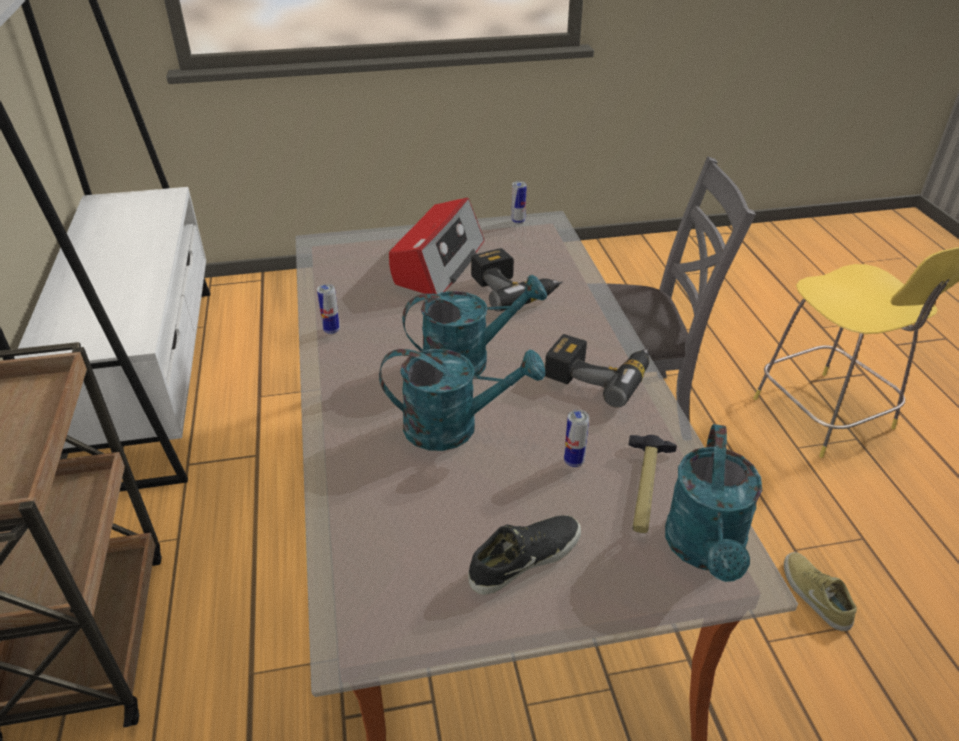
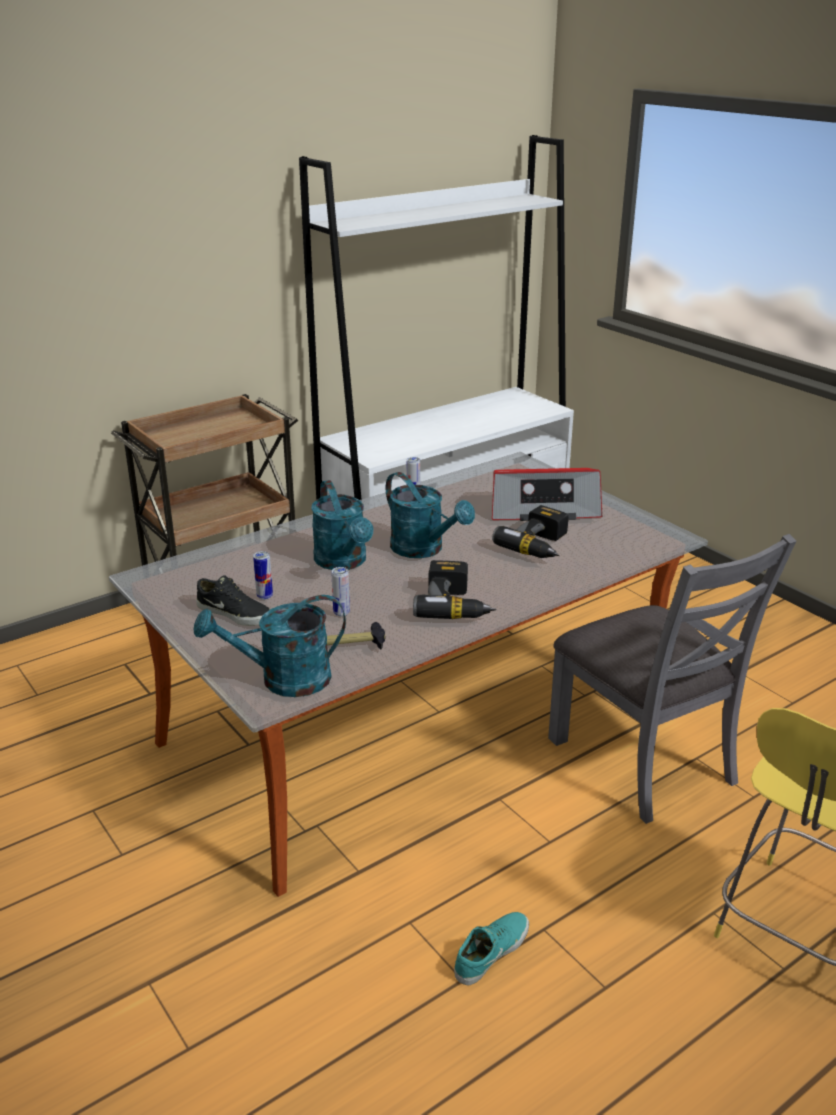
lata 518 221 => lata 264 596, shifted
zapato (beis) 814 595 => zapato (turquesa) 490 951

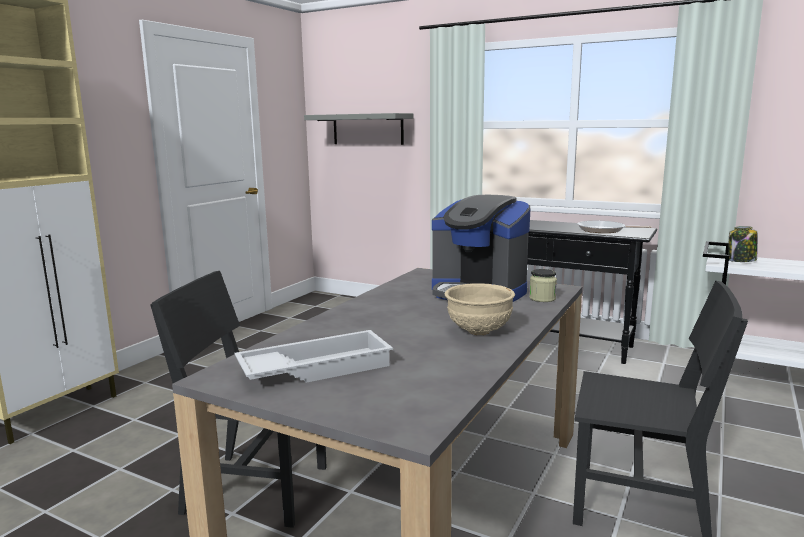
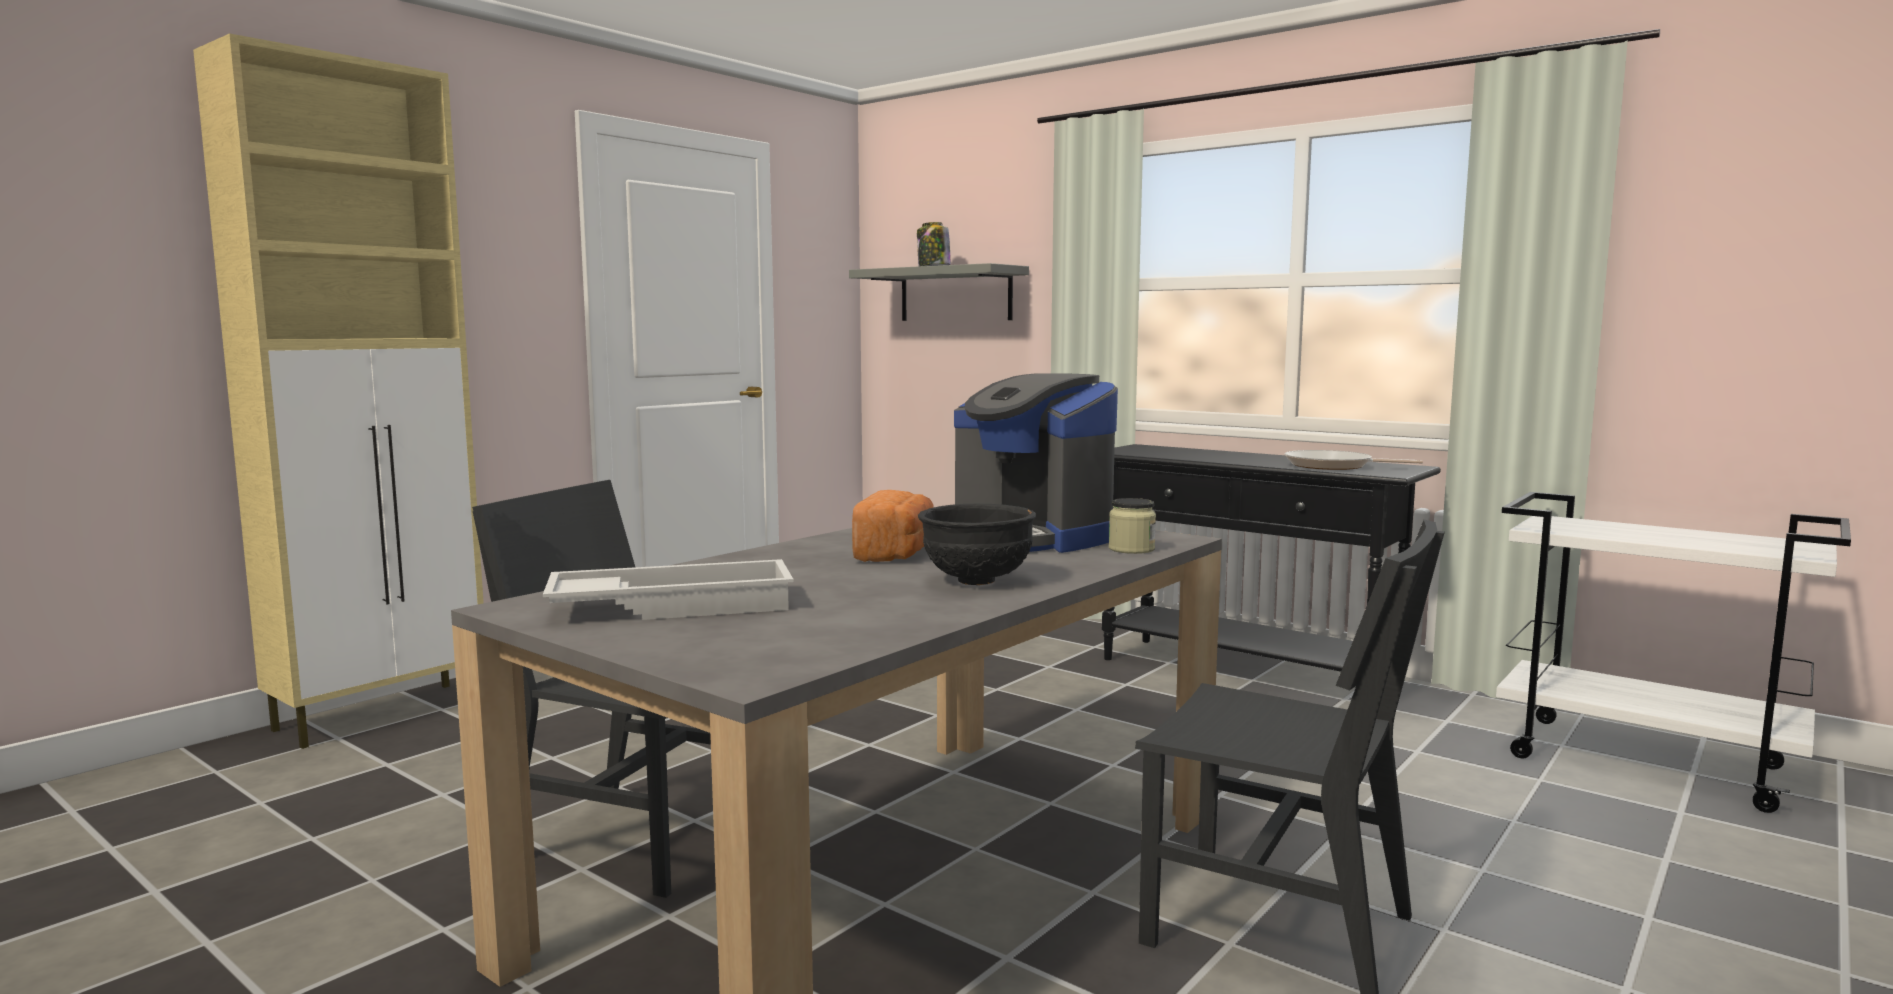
cuenco (beis) 478 331 => cuenco (negro) 975 580
tarro 741 260 => tarro 933 267, shifted
nothing => pan 896 553

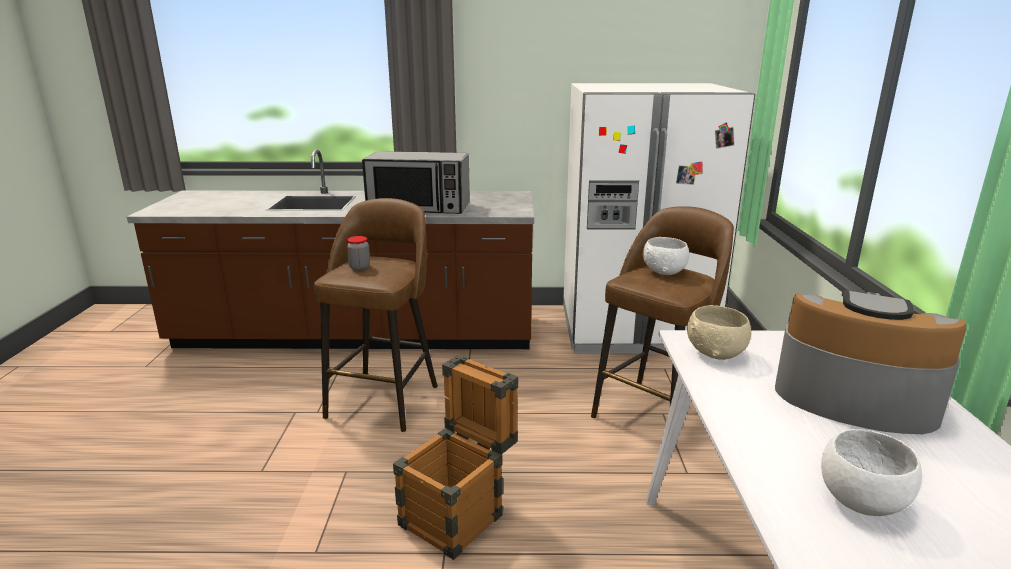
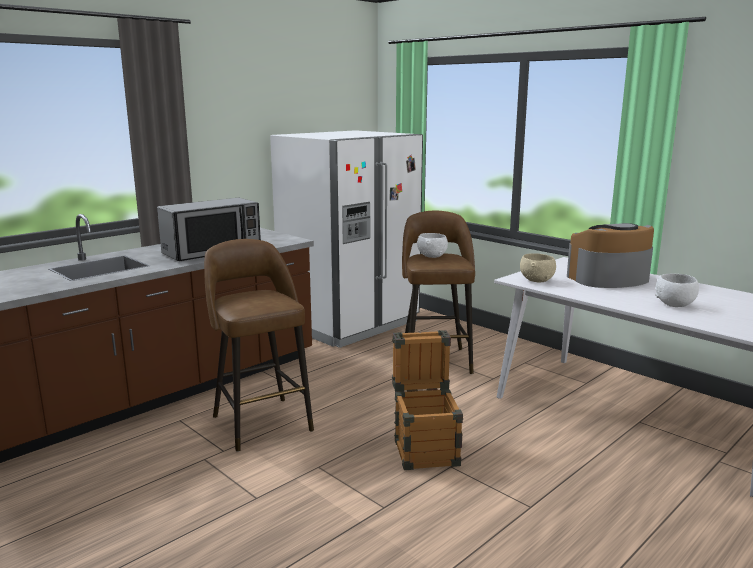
tarro 359 267 => nothing

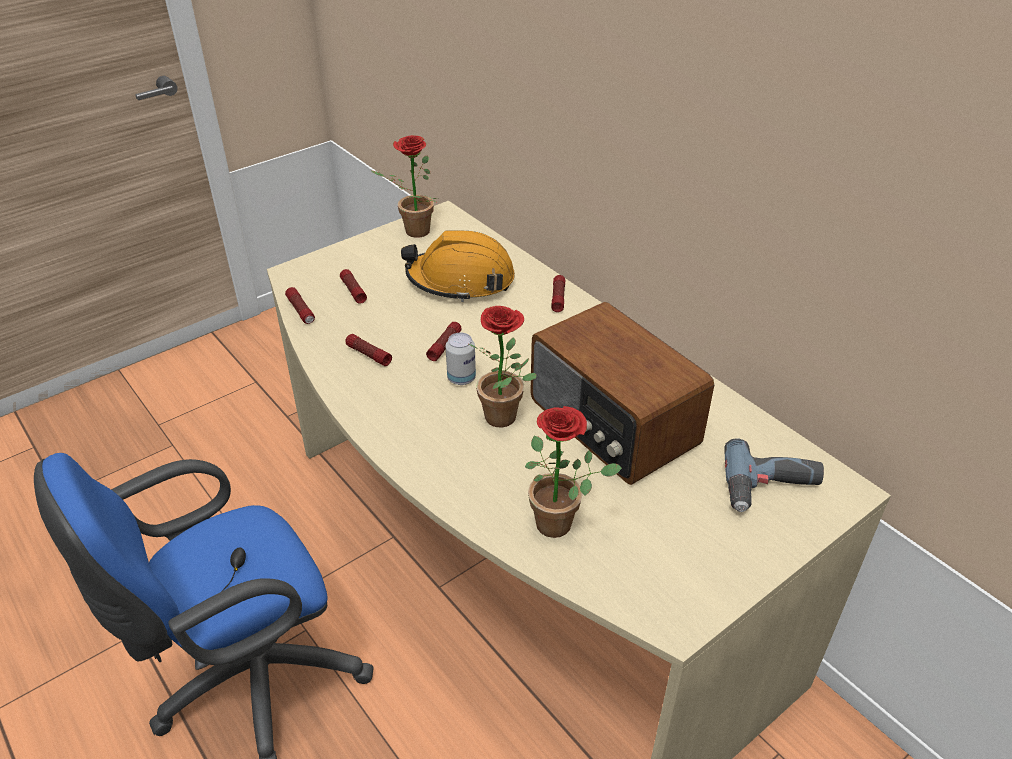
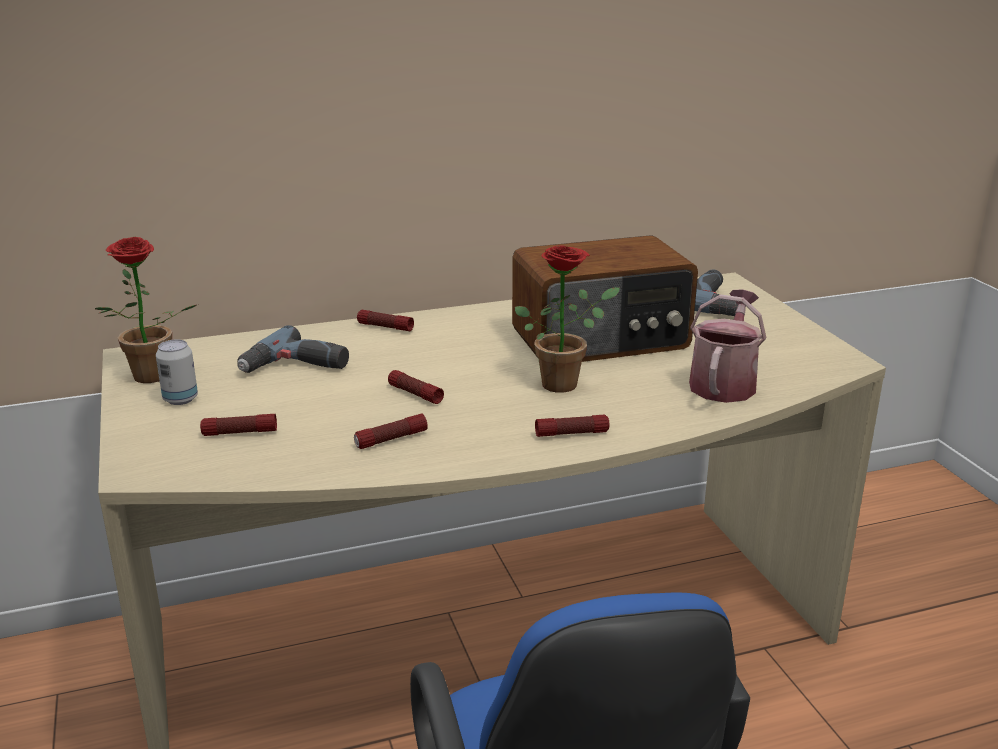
linterna 301 311 => linterna 571 433, shifted
casco (naranja) 461 280 => taladro 295 367
lata 461 378 => lata 180 399, shifted
planta en maceta 562 523 => regadera 724 382

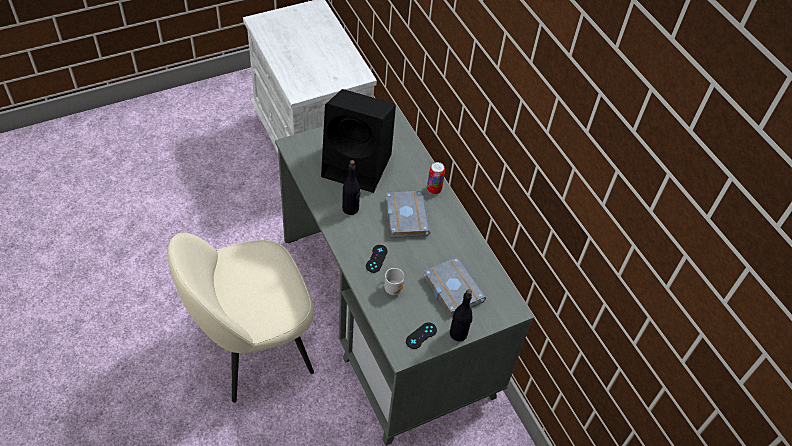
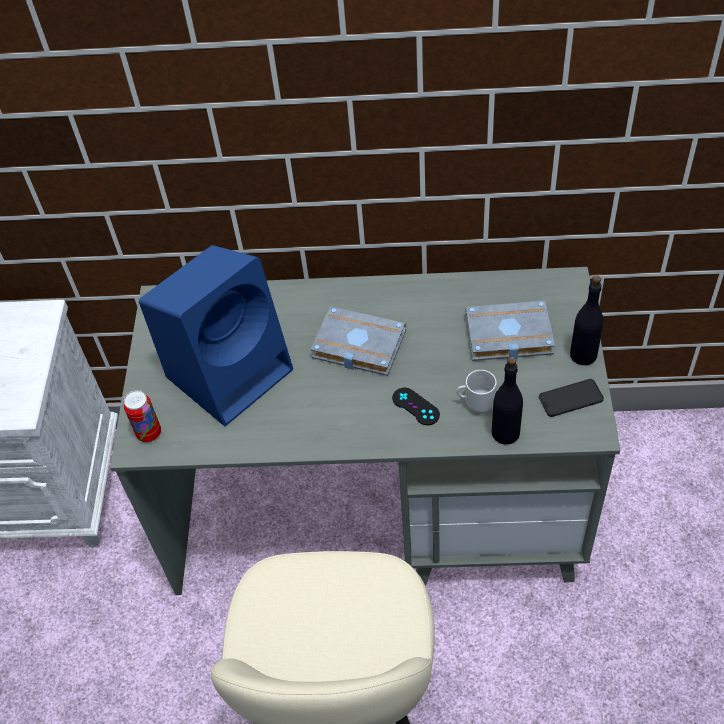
altavoz (negro) 358 165 => altavoz (azul) 231 371
botella (negro) 350 209 => botella (negro) 506 432, shifted
mando de consola (negro) 421 335 => móvil 570 398
lata 434 189 => lata 149 433, shifted

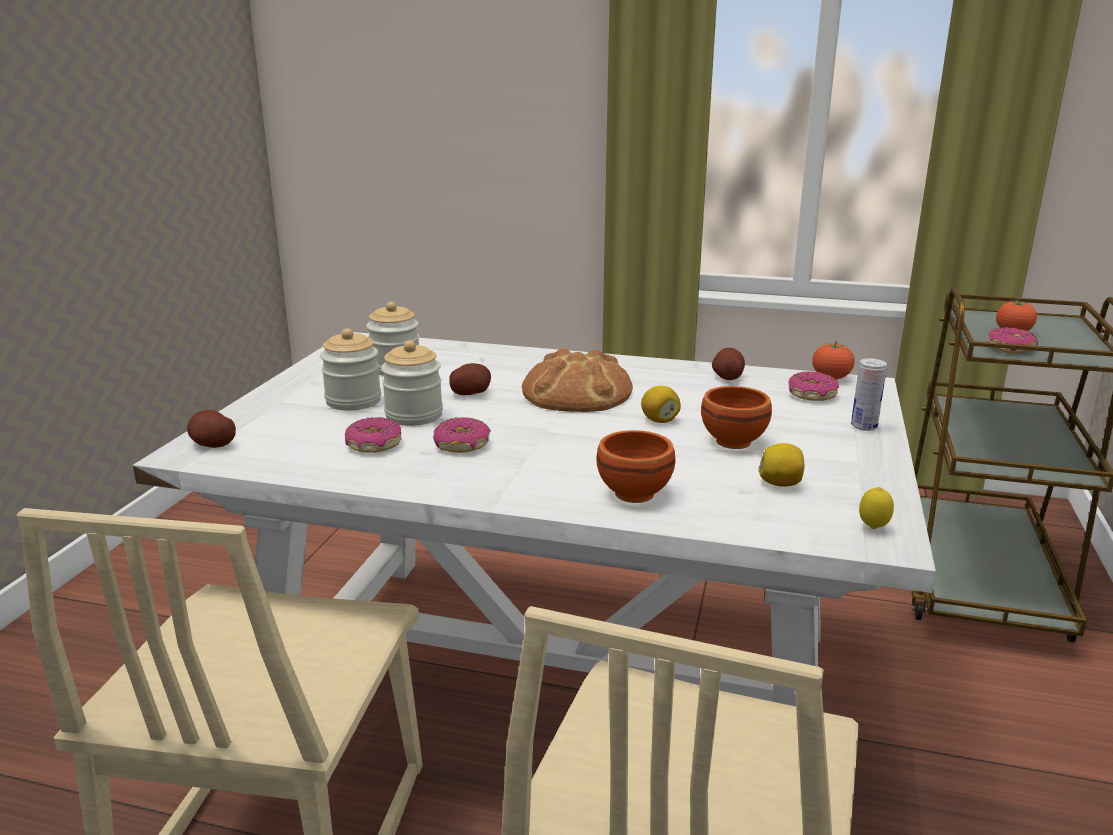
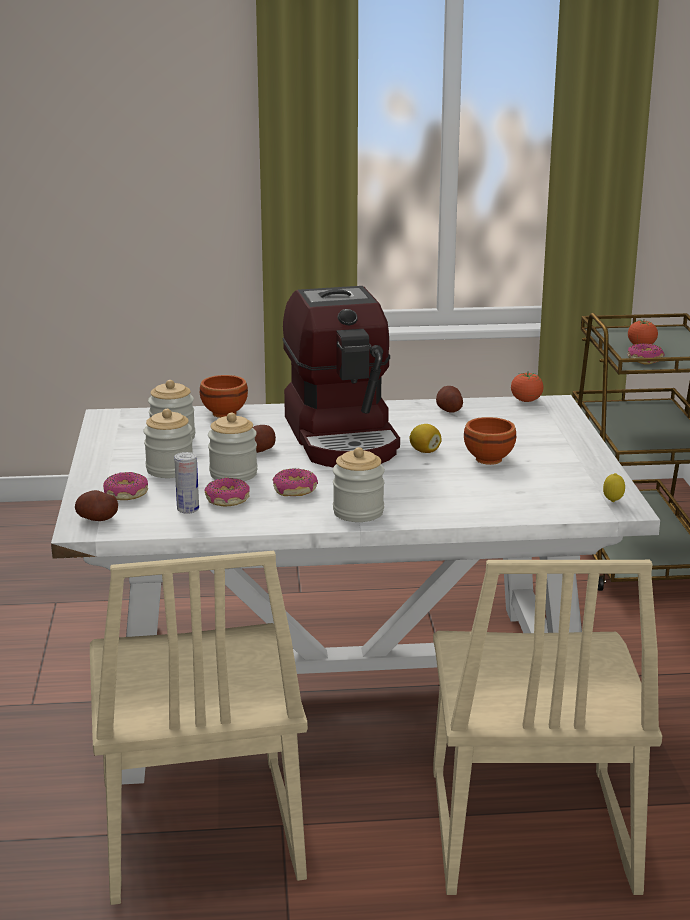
pan 577 391 => cafetera 343 437
cuenco (marrón) 636 493 => cuenco (marrón) 225 413, shifted
limón 781 484 => nothing
rosquilla 811 395 => rosquilla 126 494, shifted
lata 864 426 => lata 188 510, shifted
nothing => tarro 358 512

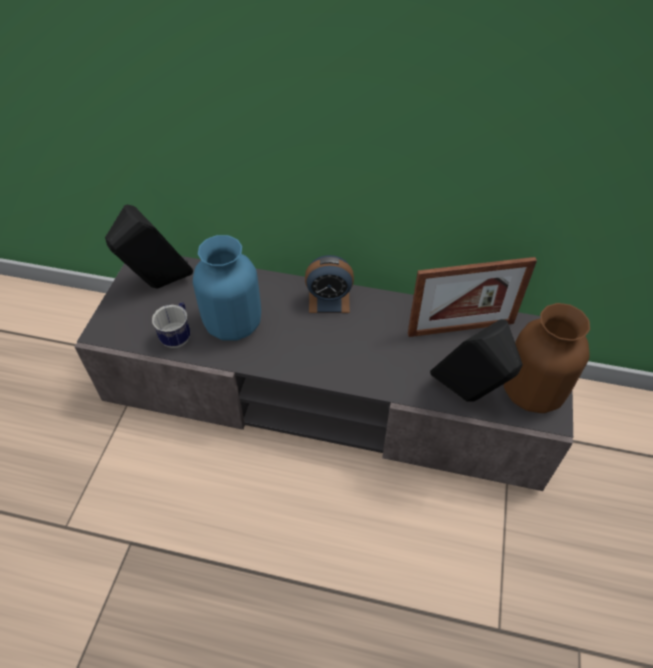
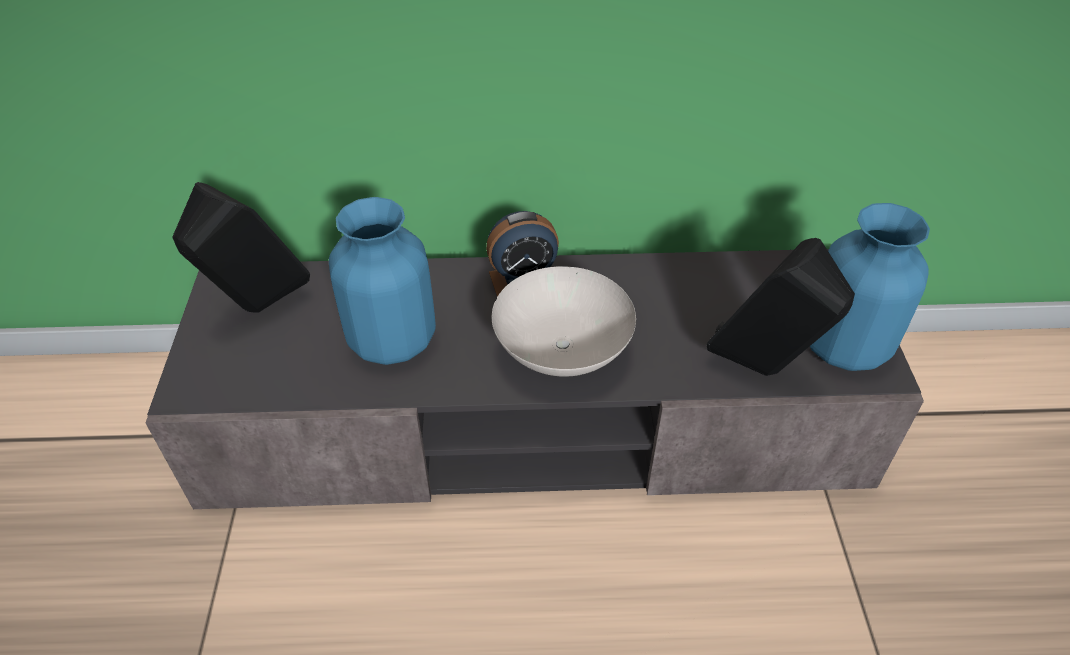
taza grande 178 336 => nothing
portarretratos 461 328 => nothing
florero (marrón) 532 391 => florero (azul) 845 346
nothing => cuenco (blanco) 564 350

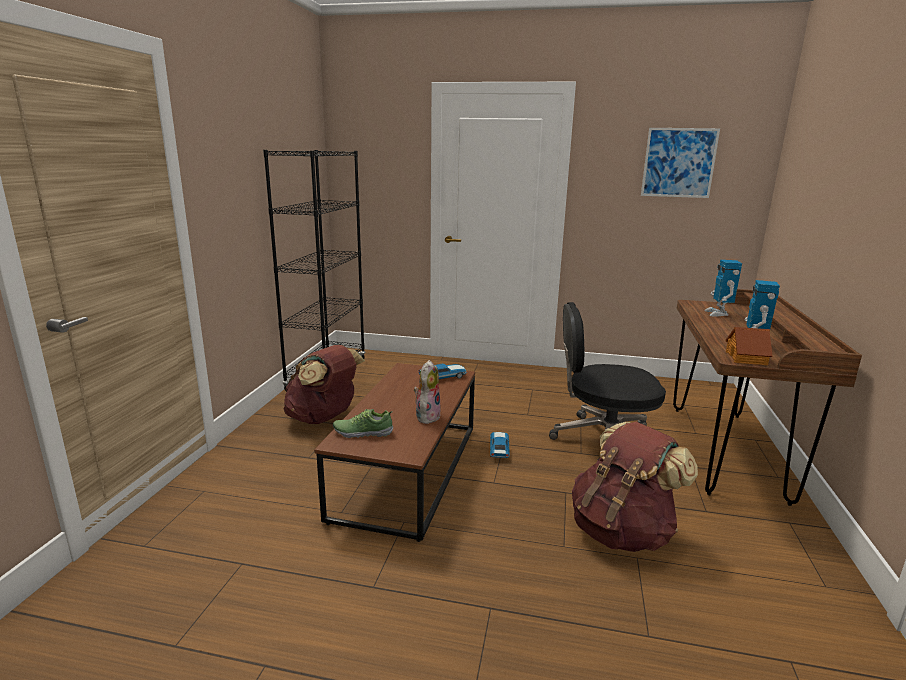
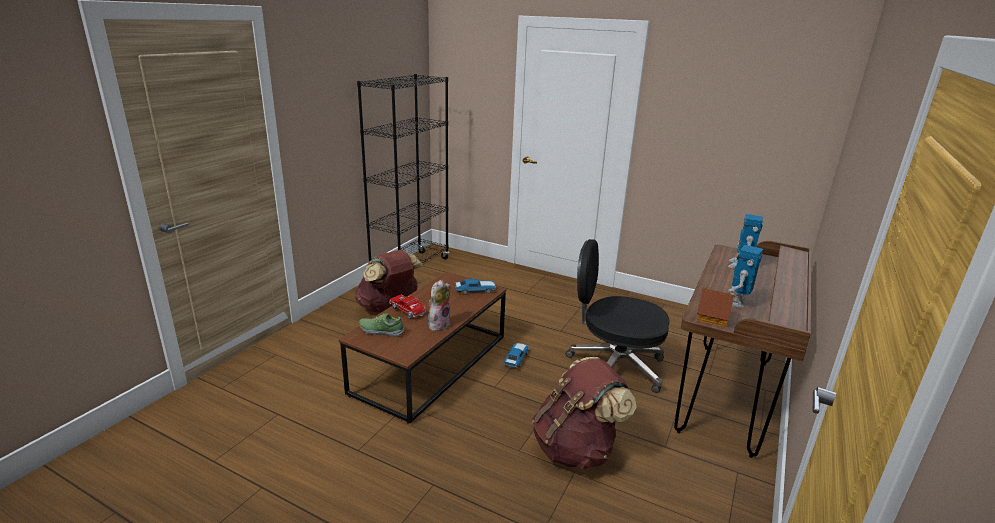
cuadro 679 163 => nothing
nothing => camión de juguete 409 312

